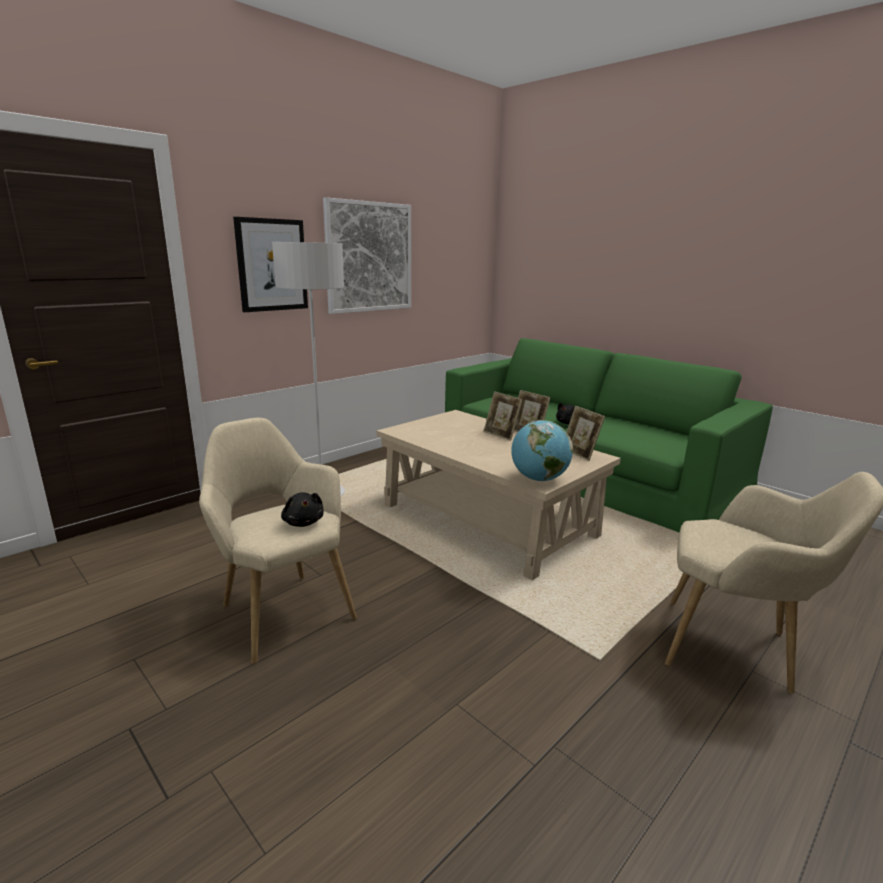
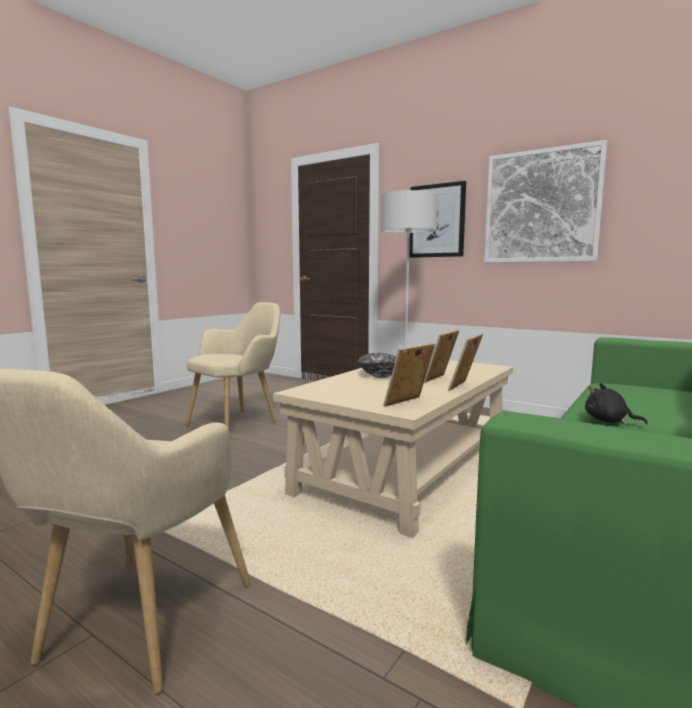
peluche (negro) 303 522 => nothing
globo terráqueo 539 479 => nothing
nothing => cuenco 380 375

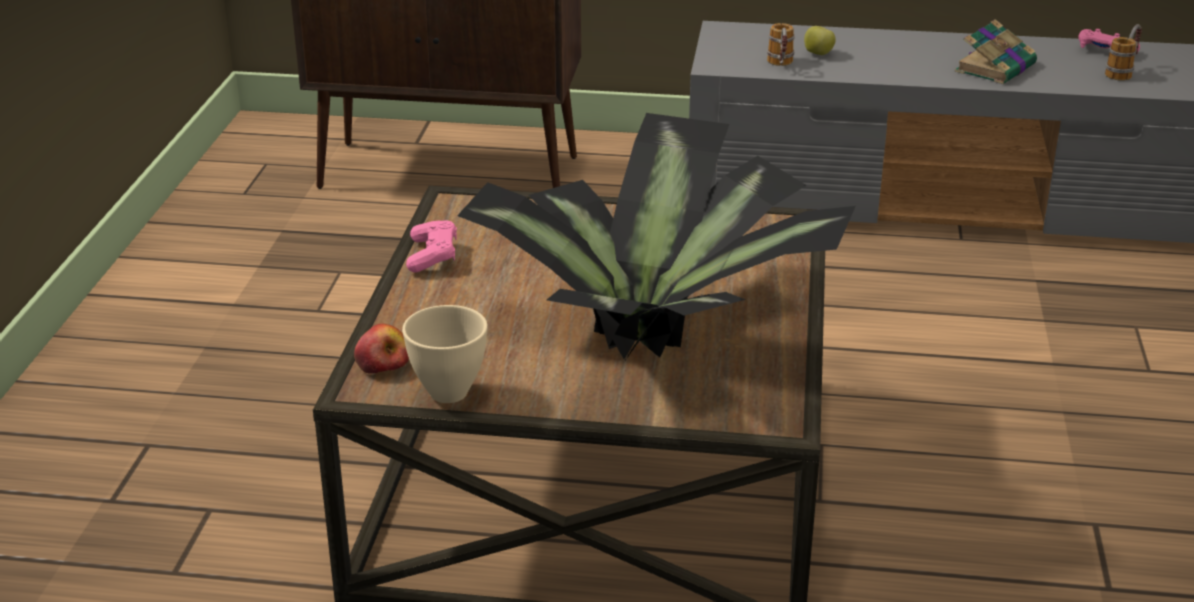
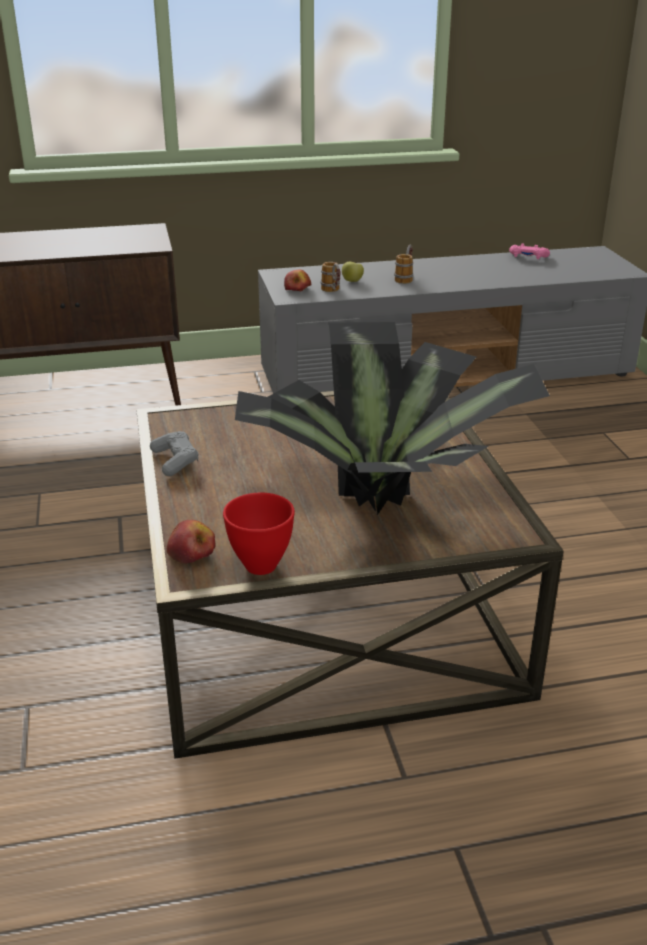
cuenco (beis) 450 392 => cuenco (rojo) 262 565
mando de consola (rosa) 432 255 => mando de consola (gris) 175 461
libro 996 67 => nothing
taza grande 1123 72 => taza grande 405 278, shifted
nothing => manzana 298 289

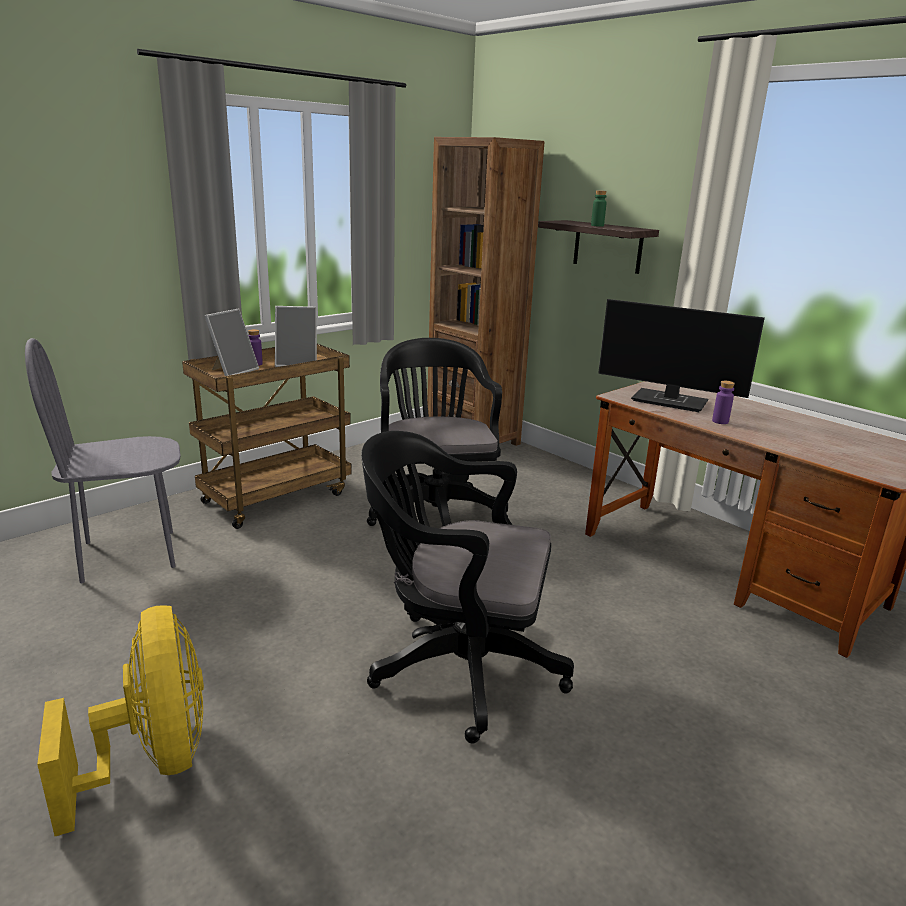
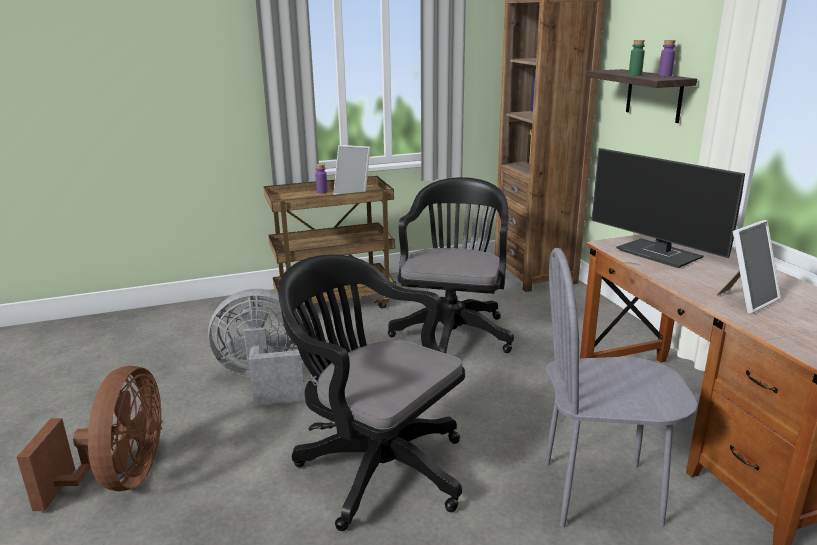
silla (gris) 129 555 => silla (gris) 600 492, shifted
ventilador (amarillo) 153 760 => ventilador (marrón) 120 479
portarretratos 233 371 => portarretratos 746 300, shifted
botella (morado) 720 421 => botella (morado) 665 75, shifted
nothing => ventilador (gris) 265 380

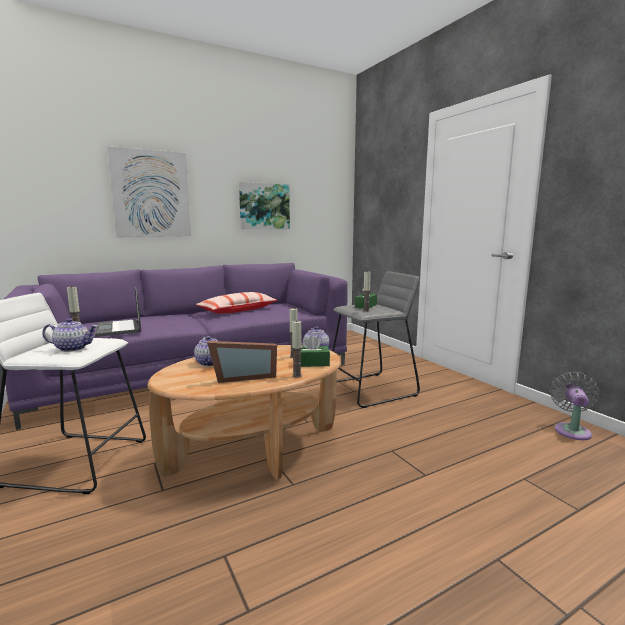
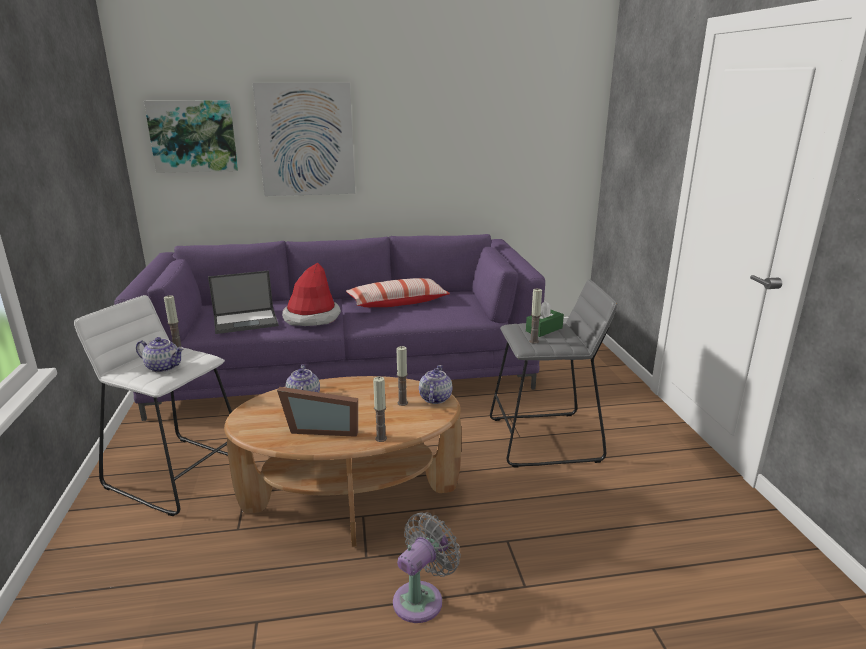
portátil 119 328 => portátil 246 321, 105 degrees counterclockwise
cuadro 264 206 => cuadro 193 136, shifted
caja de pañuelos (verde) 311 363 => nothing
ventilador (gris) 571 430 => ventilador (gris) 421 598, shifted
nothing => sombrero 311 317

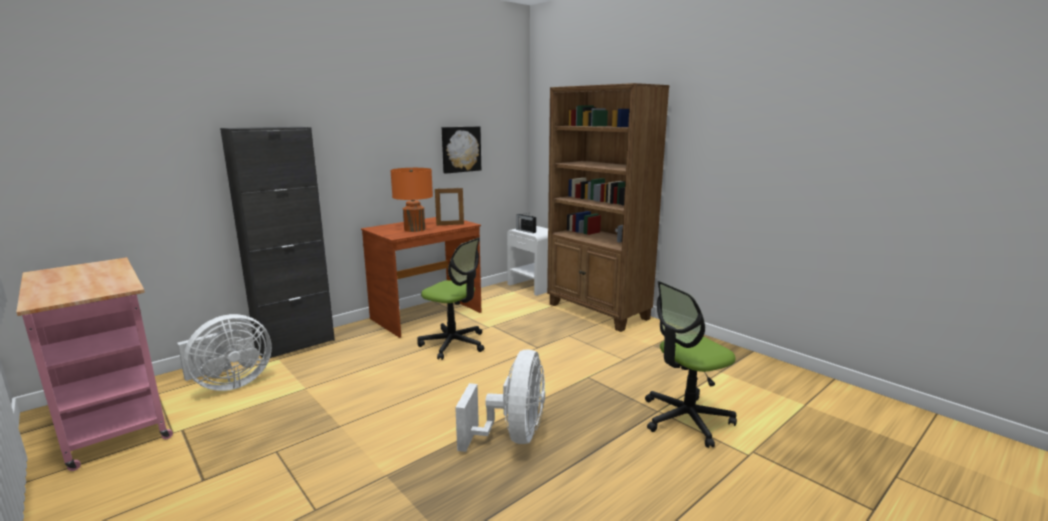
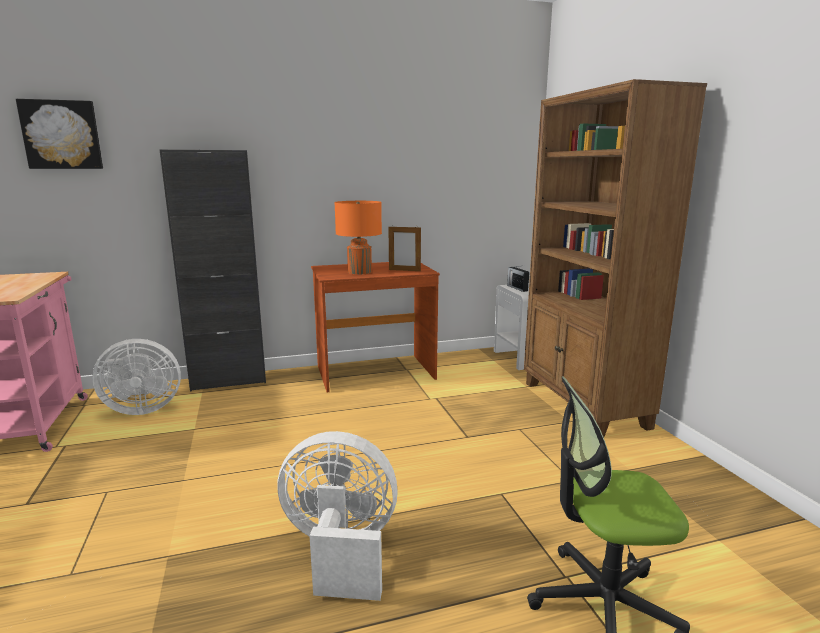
silla de oficina 453 344 => nothing
cuadro 460 149 => cuadro 62 135, shifted
ventilador (blanco) 513 436 => ventilador (blanco) 340 551, 120 degrees counterclockwise

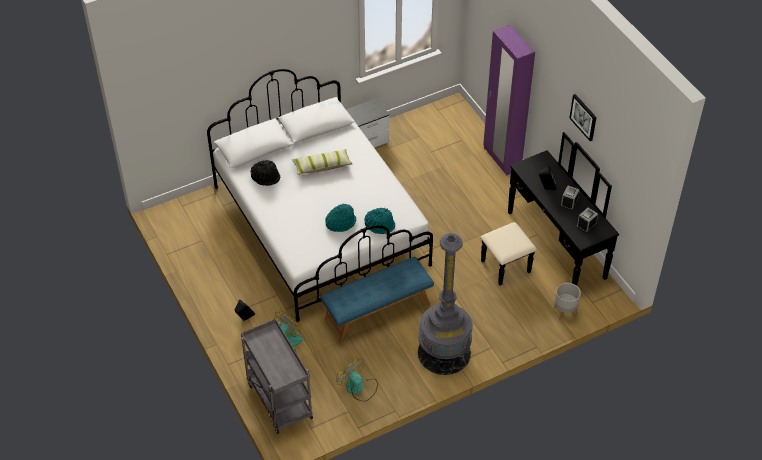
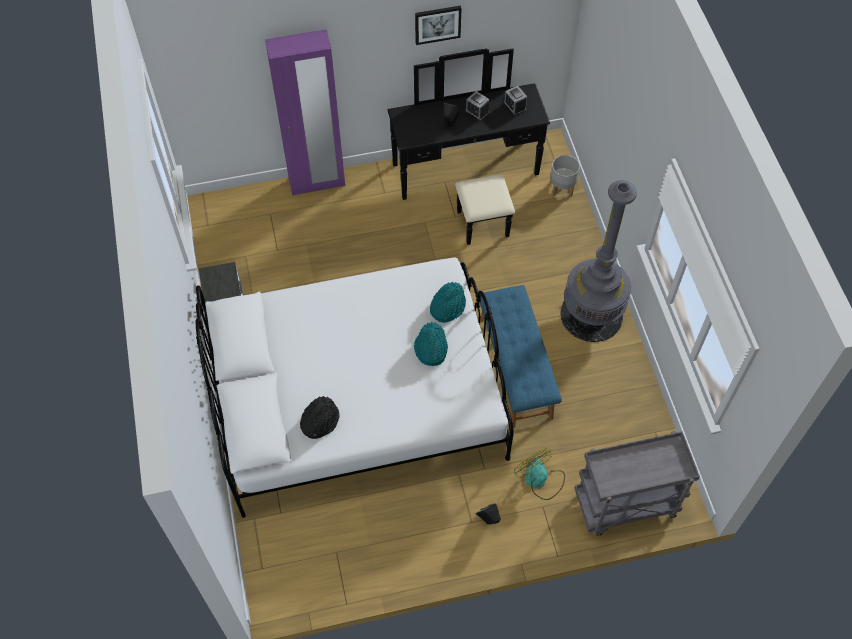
cojín 322 166 => nothing
ventilador 358 388 => nothing

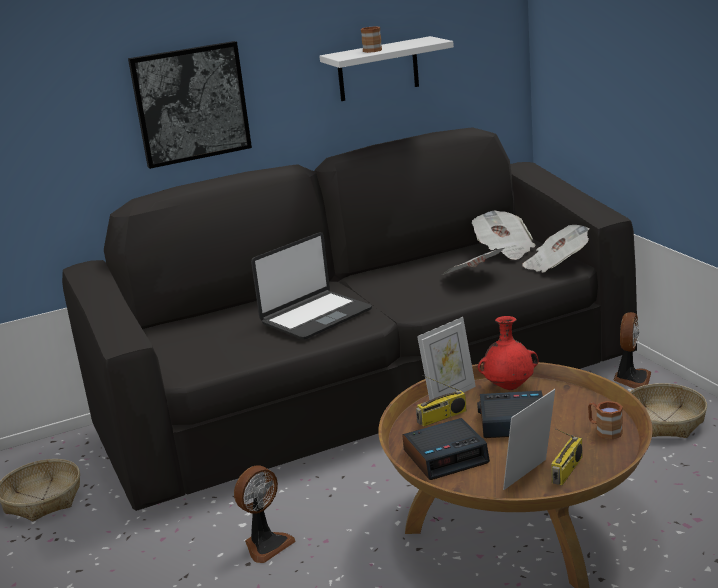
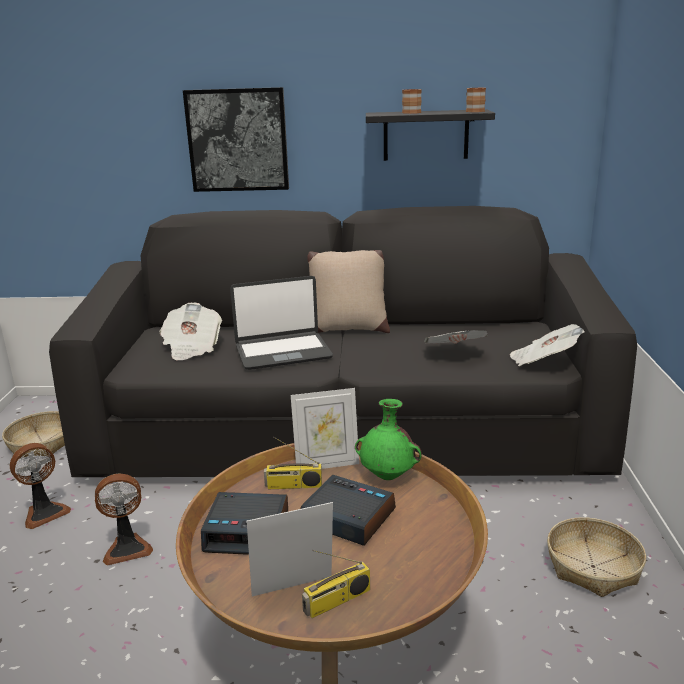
estante (blanco) 378 69 => estante (negro) 425 135
periódico 504 250 => periódico 191 347, shifted
florero (rojo) 509 387 => florero (verde) 388 476
taza grande (marrón) 604 430 => taza grande (marrón) 473 111, shifted
ventilador 631 379 => ventilador 44 513, shifted
nothing => cojín (beis) 347 328

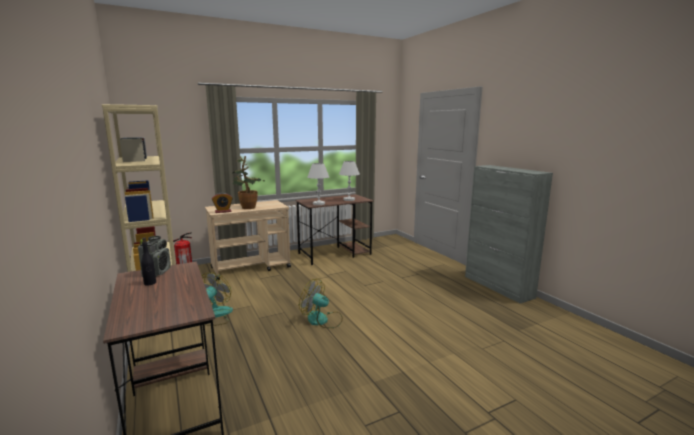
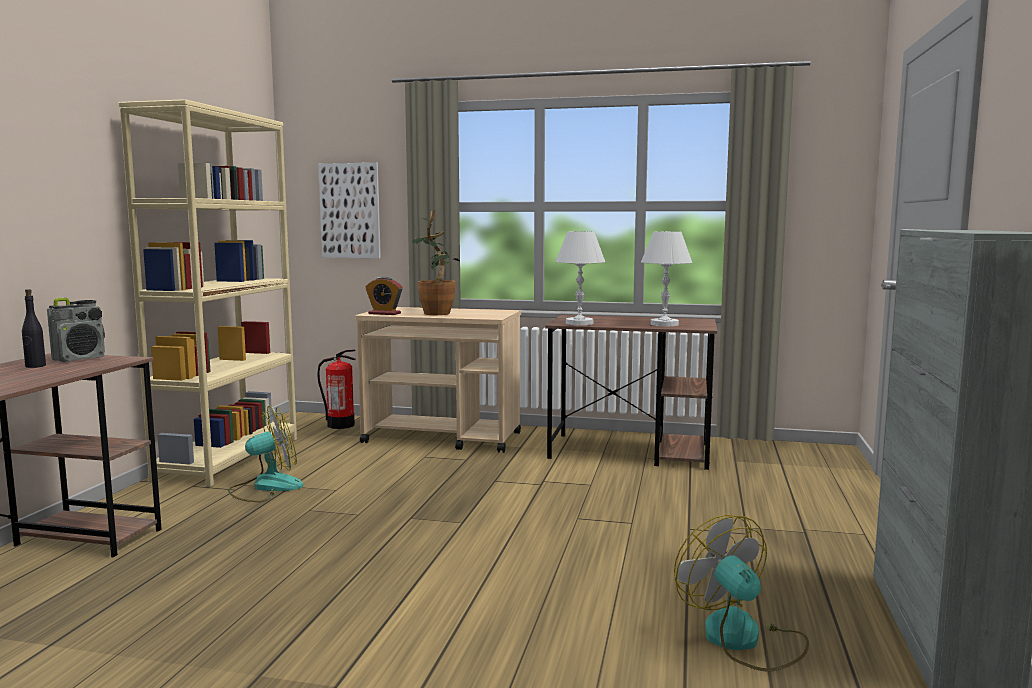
ventilador 322 320 => ventilador 743 640, shifted
nothing => cuadro 350 211

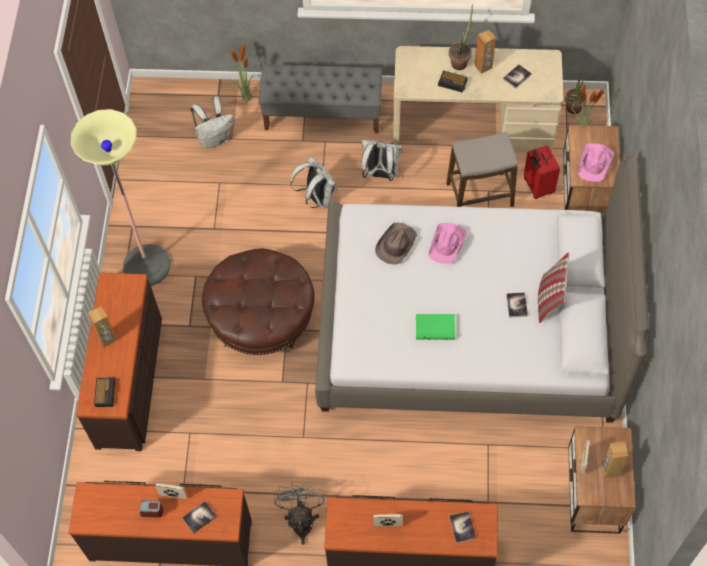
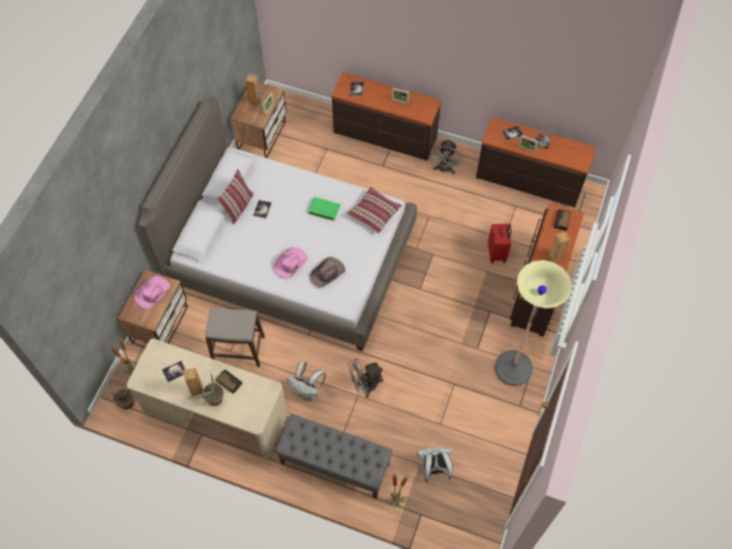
puf (marrón) 261 317 => nothing
mochila (blanco) 317 197 => ventilador (gris) 365 386
maleta (rojo) 537 187 => maleta (rojo) 497 253, shifted
nothing => cojín 374 213

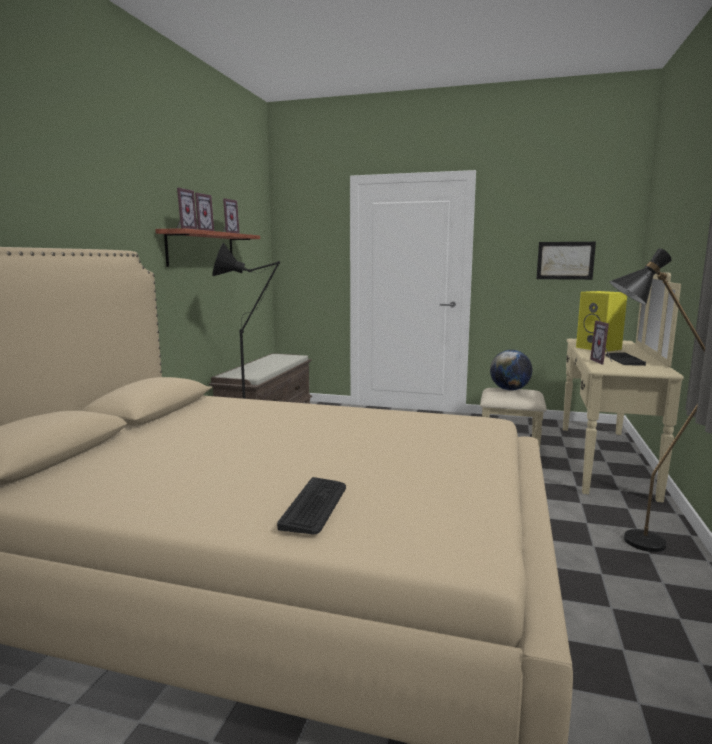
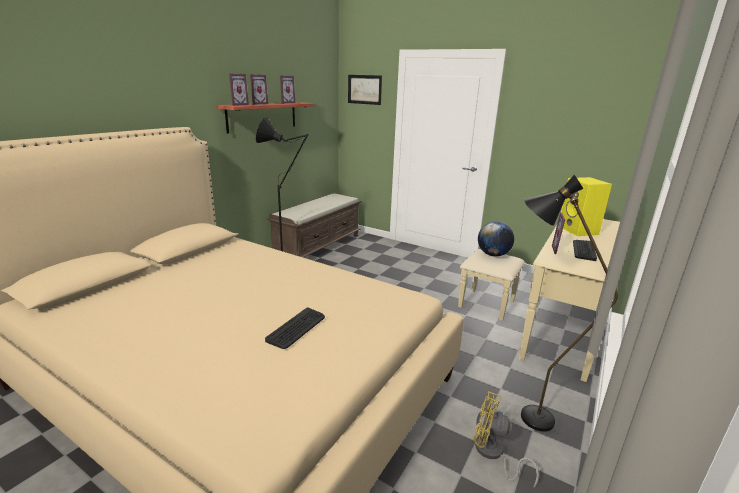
teclado 315 506 => teclado 297 328, shifted
cuadro 565 260 => cuadro 364 89, shifted
nothing => ventilador (amarillo) 493 454

